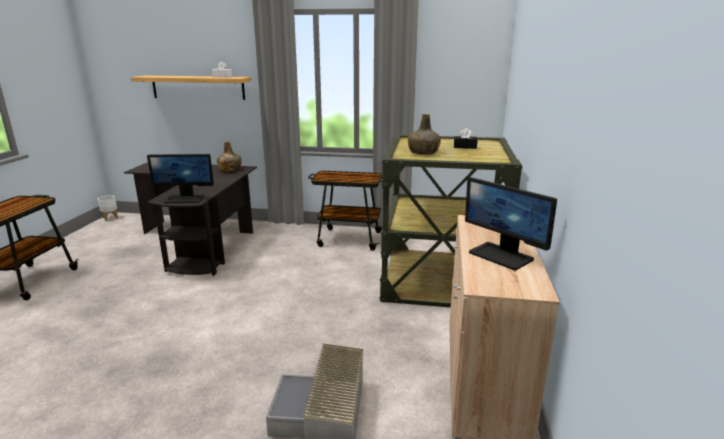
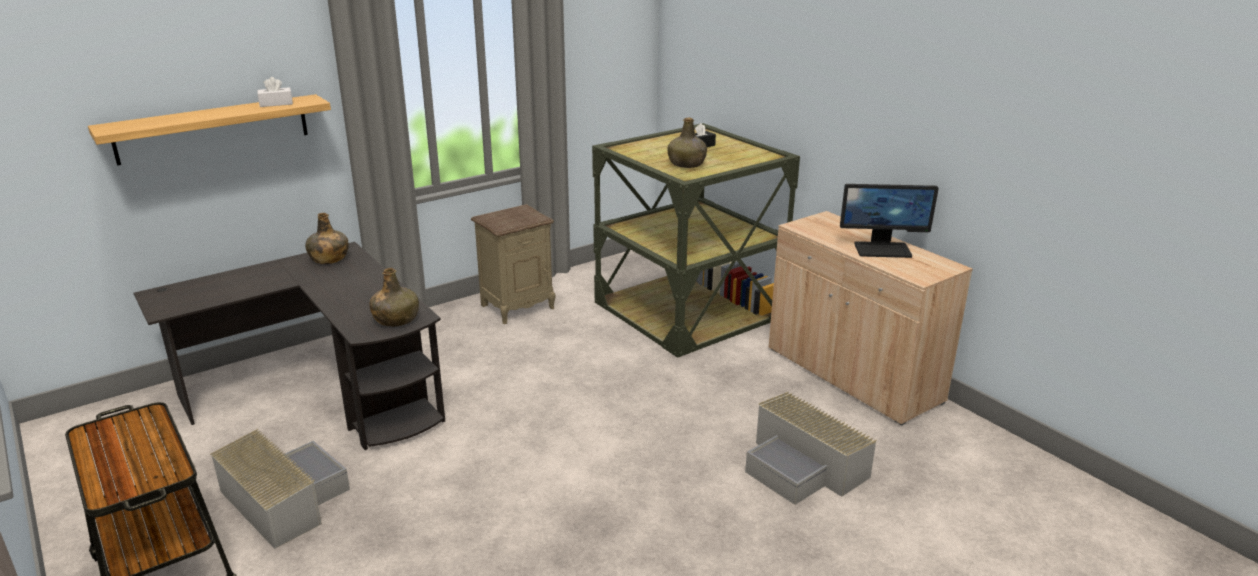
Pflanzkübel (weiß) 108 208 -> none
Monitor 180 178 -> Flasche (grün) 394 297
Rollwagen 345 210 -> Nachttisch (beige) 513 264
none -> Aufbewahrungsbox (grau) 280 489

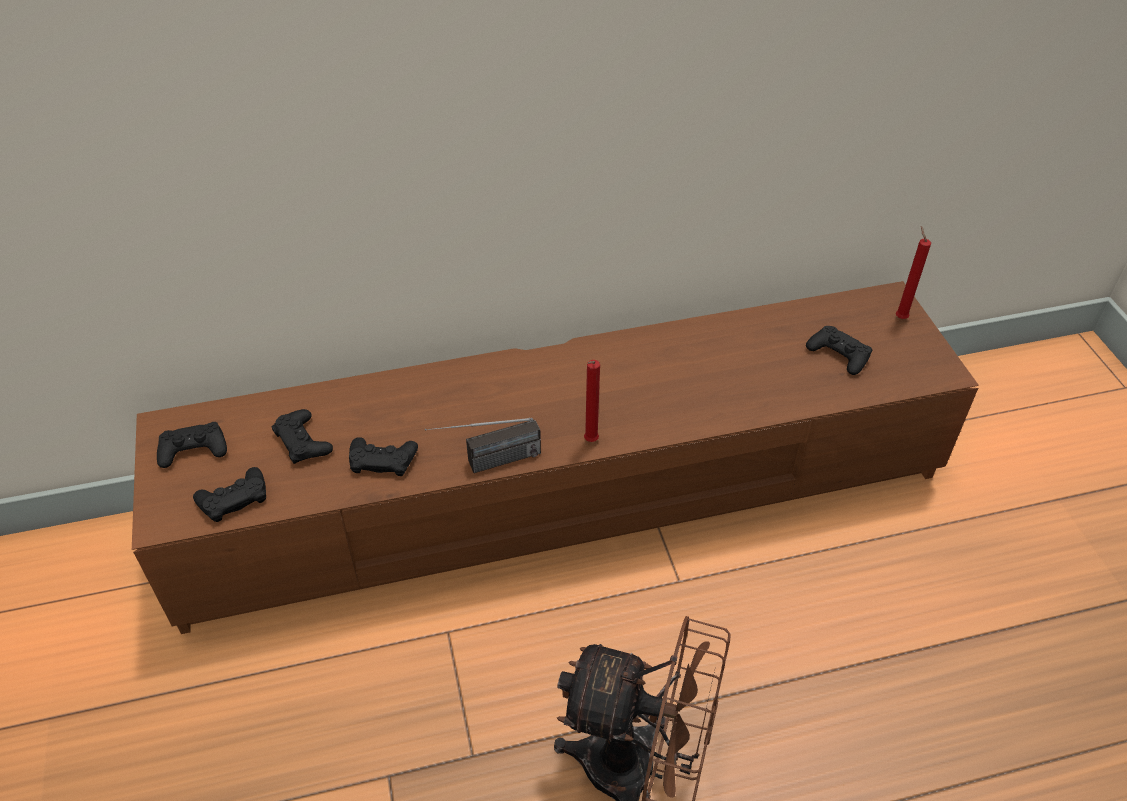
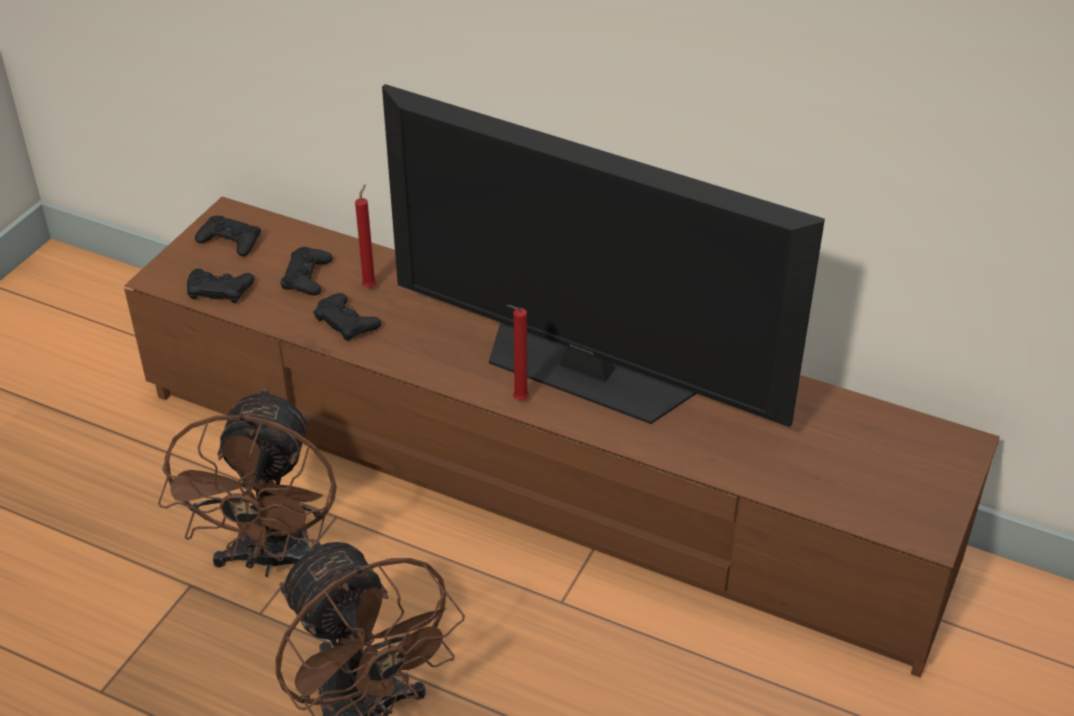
Radio 483 445 -> none
Gamepad (schwarz) 839 350 -> none
Kerze (rot) 913 272 -> Kerze (rot) 365 236, move
none -> Ventilator (braun) 247 482
none -> Fernseher 603 255

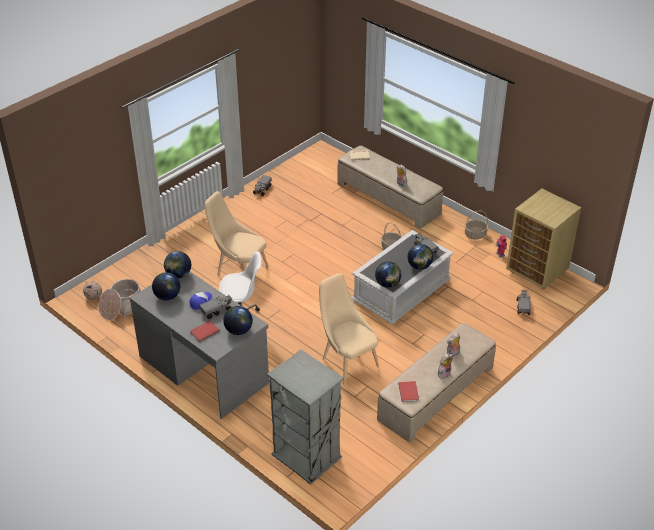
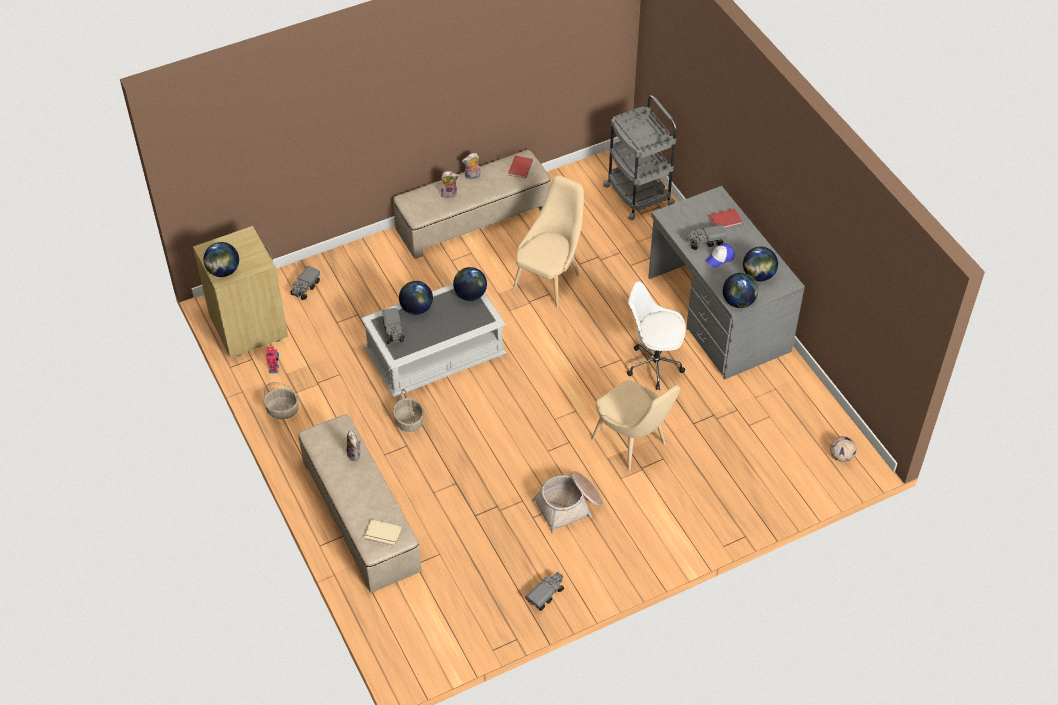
Korb 120 299 -> Korb 567 502, move
Globus 238 320 -> Globus 221 259, move
Bücherregal (grau) 305 416 -> Rollwagen (grau) 640 158
Stuhl (beige) 349 329 -> Stuhl (beige) 548 241, 135 degrees counterclockwise

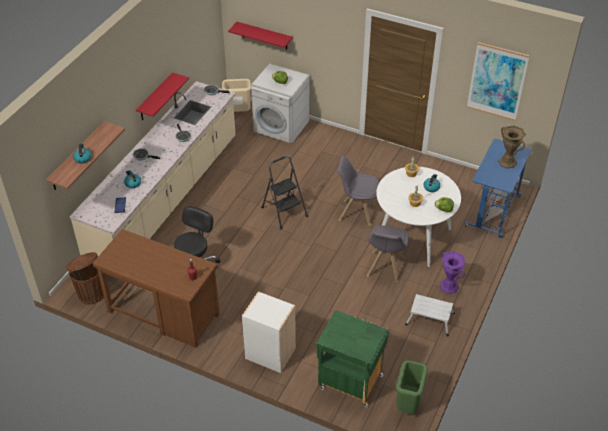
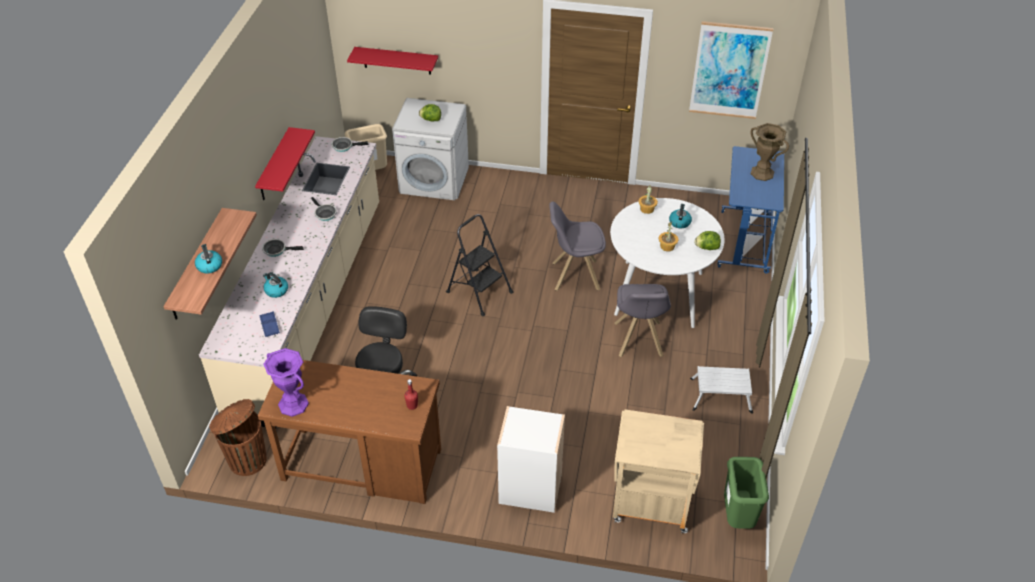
Rollwagen (grün) 352 358 -> Rollwagen (beige) 658 471
Vase (lila) 453 272 -> Vase (lila) 286 382, move

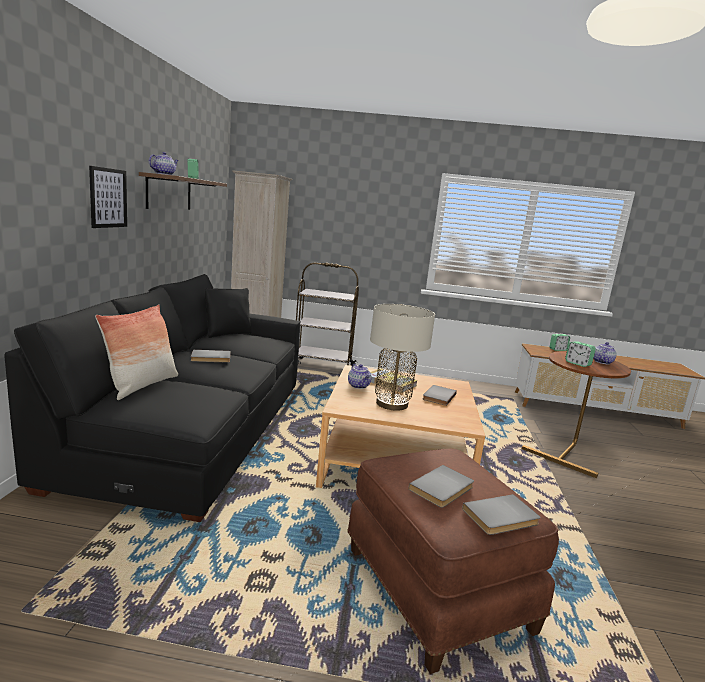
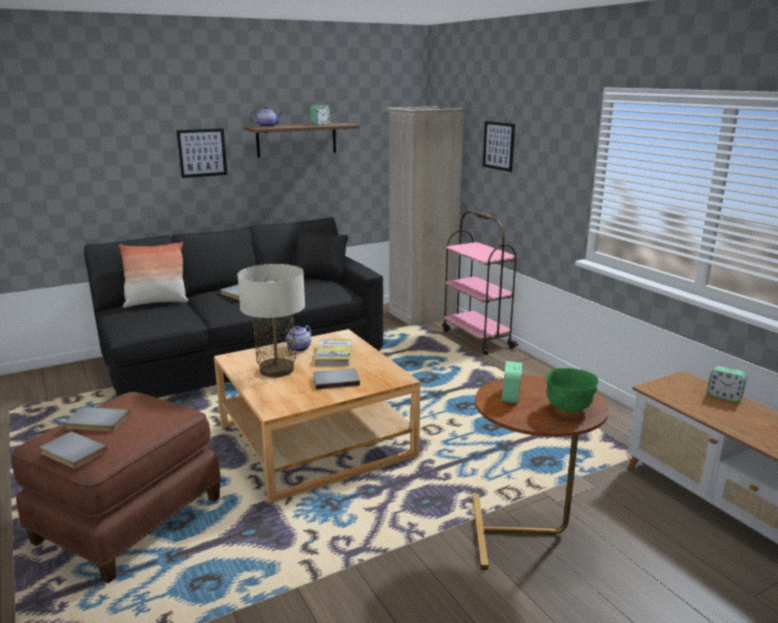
Rollwagen (grau) 327 314 -> Rollwagen (rosa) 481 283
Teekanne 605 353 -> Schüssel (grün) 572 390
none -> Bild 499 146

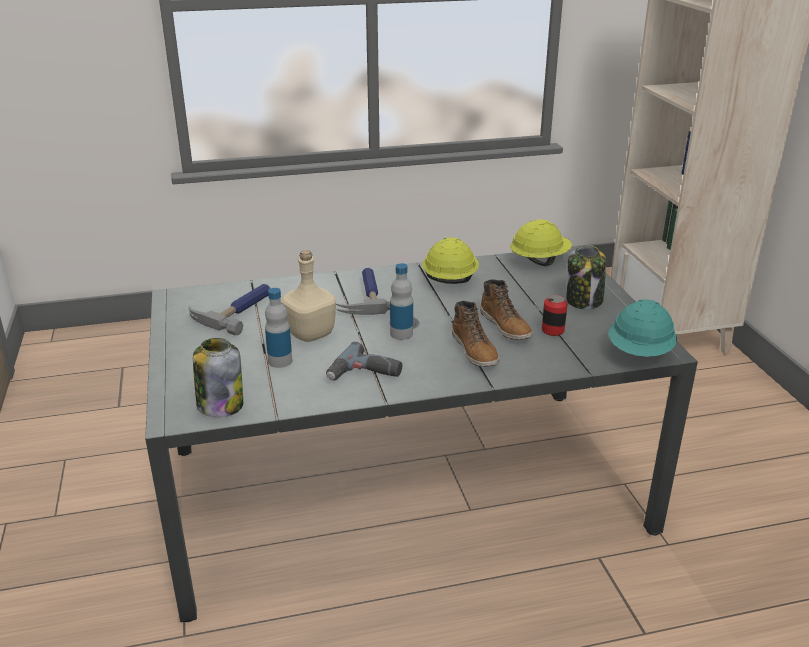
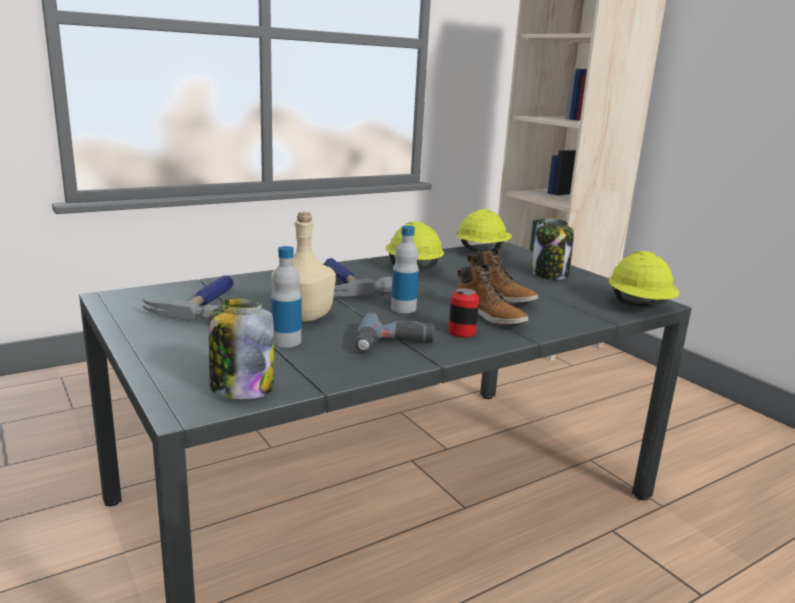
Dose 555 315 -> Dose 463 312, move
Schutzhelm (türkis) 643 328 -> Schutzhelm (gelb) 644 278

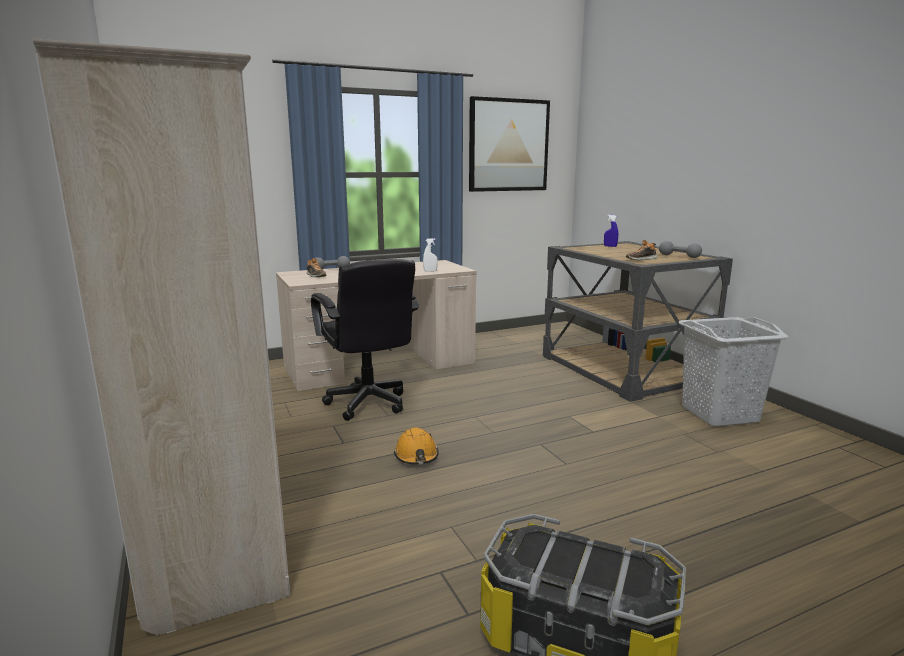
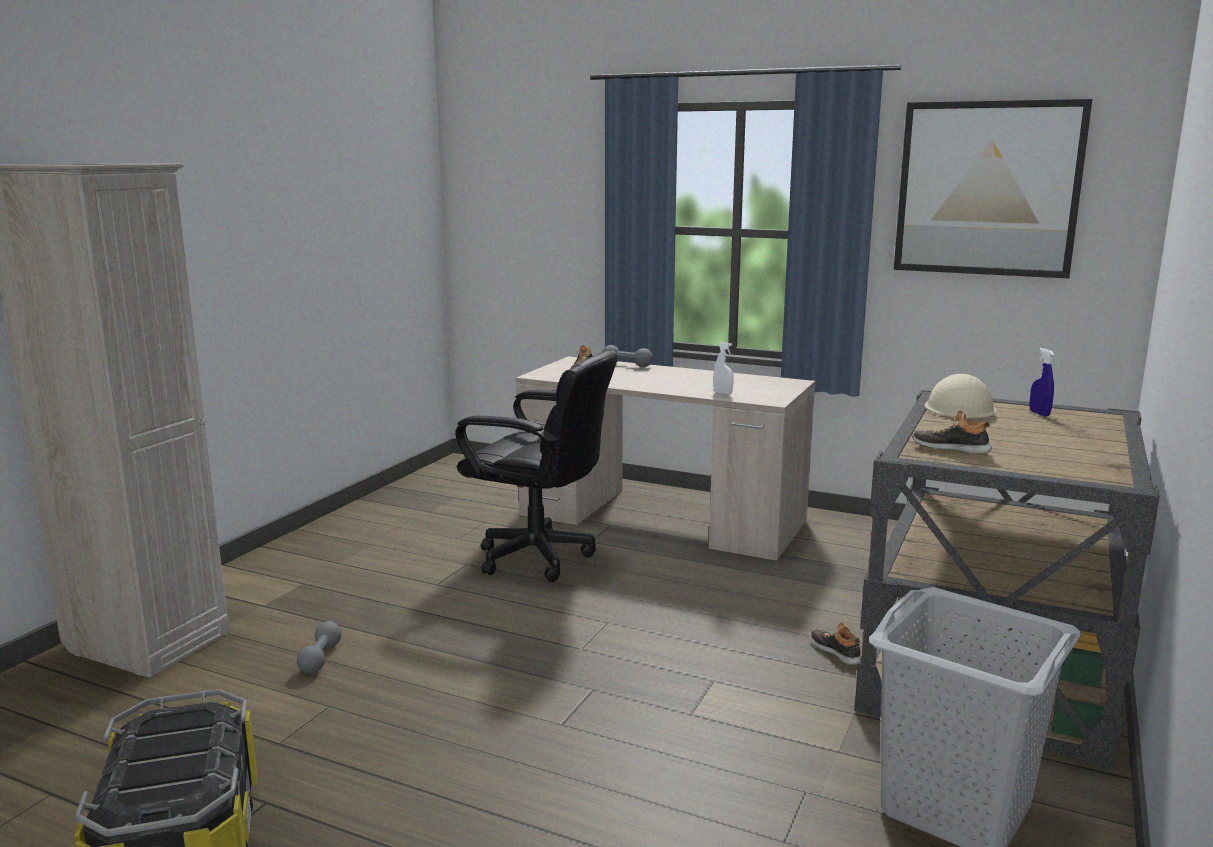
Bürostuhl (schwarz) 365 340 -> Bürostuhl (schwarz) 536 466, 90 degrees counterclockwise
Schutzhelm (orange) 416 446 -> none
Hantel (grau) 680 249 -> Hantel (grau) 319 647, move
none -> Schuh 835 644
none -> Schutzhelm (beige) 960 396

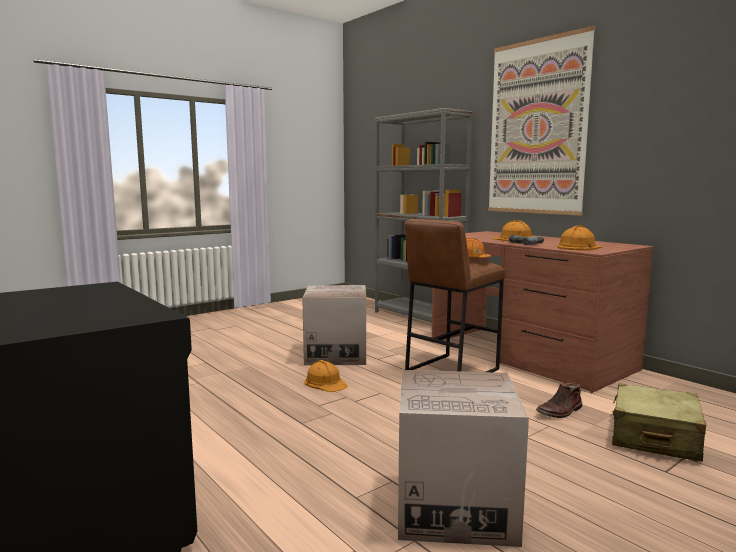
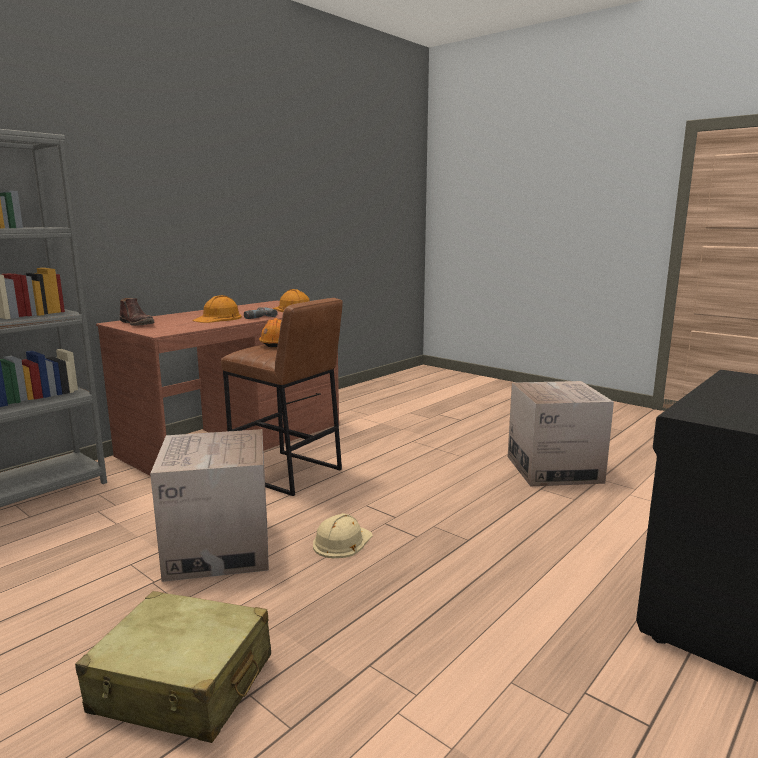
Schutzhelm (orange) 326 376 -> Schutzhelm (beige) 343 535
Bild 541 121 -> none
Stiefel (braun) 559 400 -> Stiefel (braun) 137 312, move
Koffer (beige) 659 422 -> Koffer (beige) 173 667, move

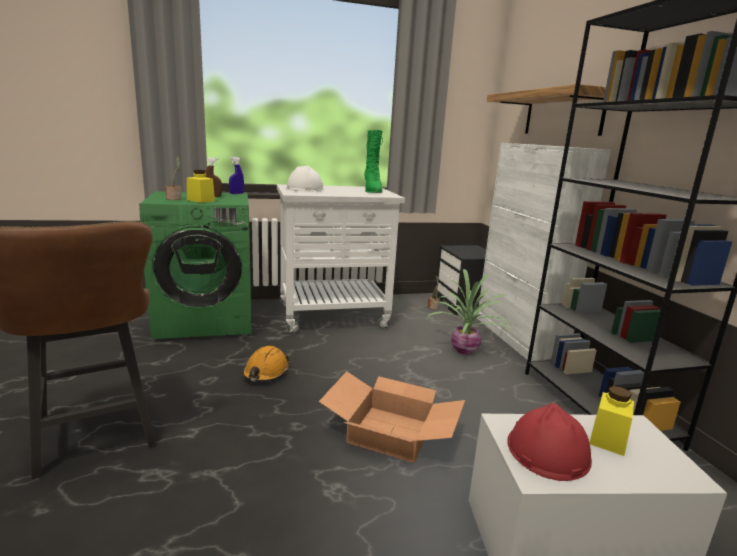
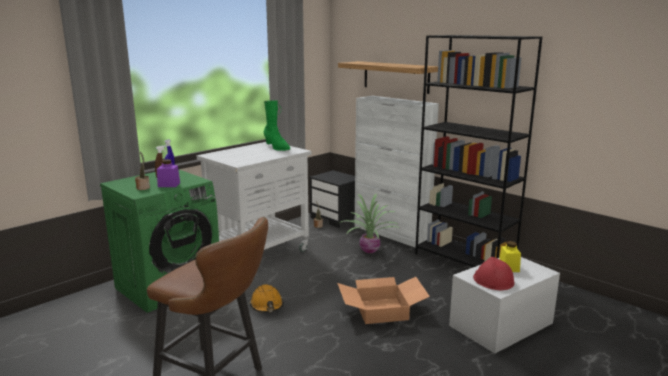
Vorratsglas (gelb) 201 186 -> Vorratsglas (lila) 168 173
Schutzhelm (weiß) 305 178 -> none

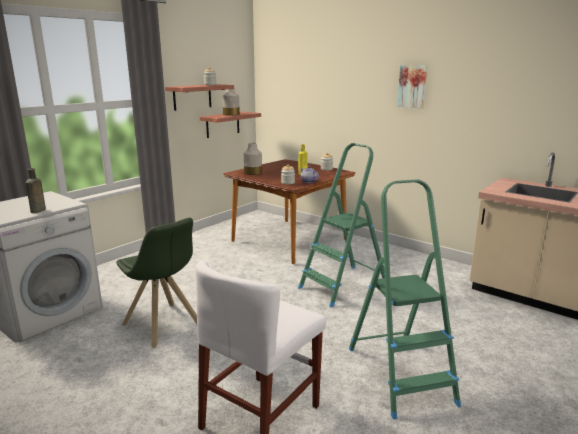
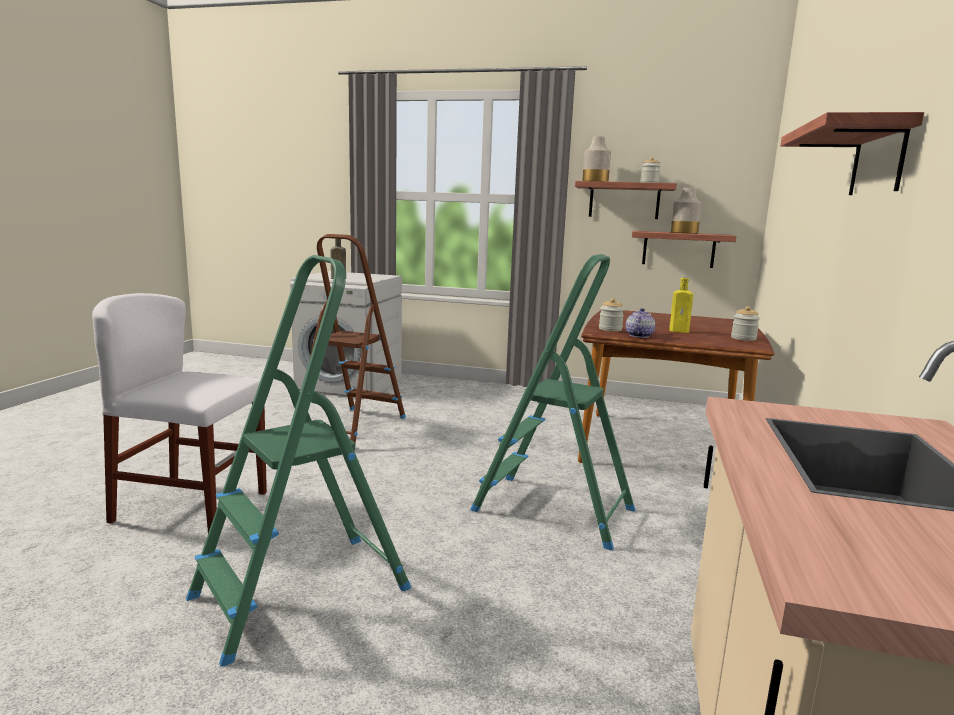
Stuhl (grün) 156 283 -> Trittleiter (braun) 357 339
Vase (beige) 253 159 -> Vase (beige) 596 159, move
Bild 412 86 -> Wandregal 852 153

